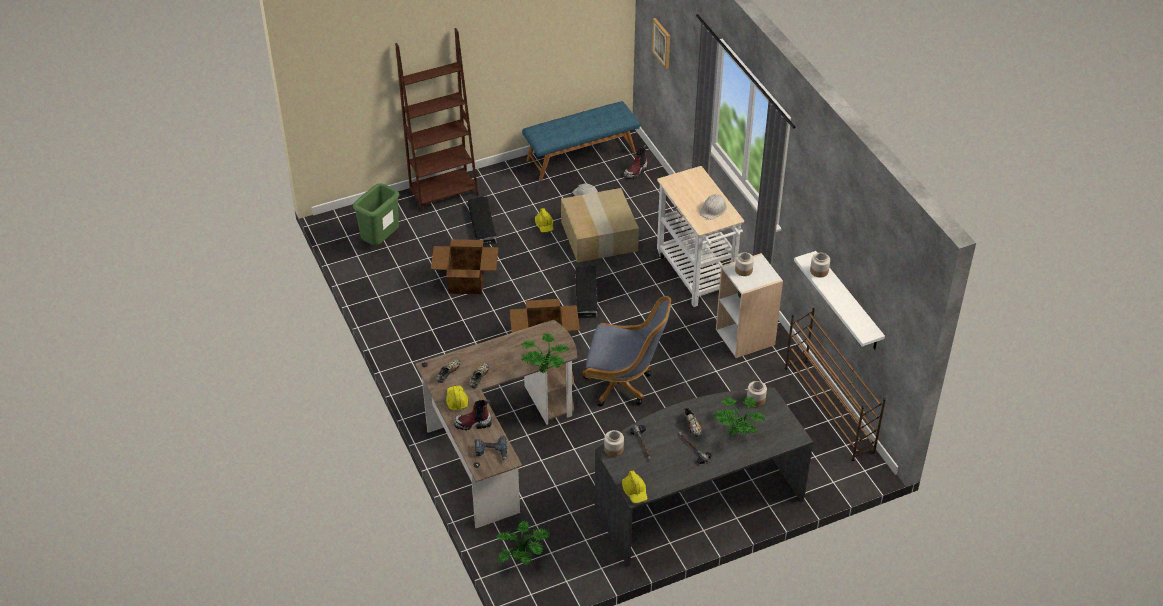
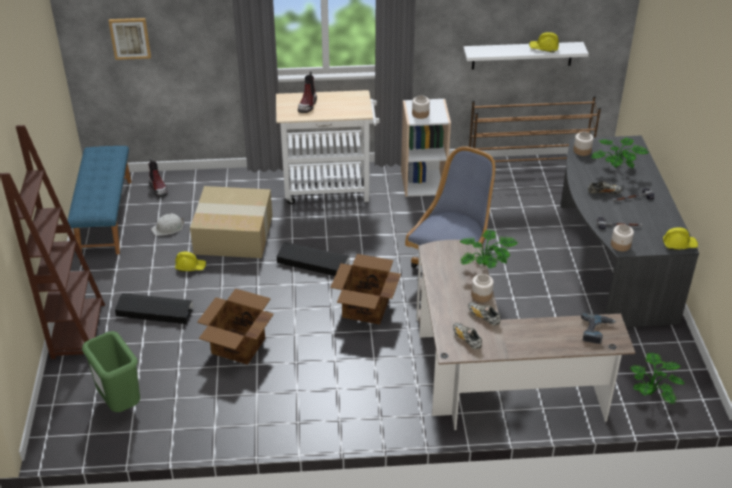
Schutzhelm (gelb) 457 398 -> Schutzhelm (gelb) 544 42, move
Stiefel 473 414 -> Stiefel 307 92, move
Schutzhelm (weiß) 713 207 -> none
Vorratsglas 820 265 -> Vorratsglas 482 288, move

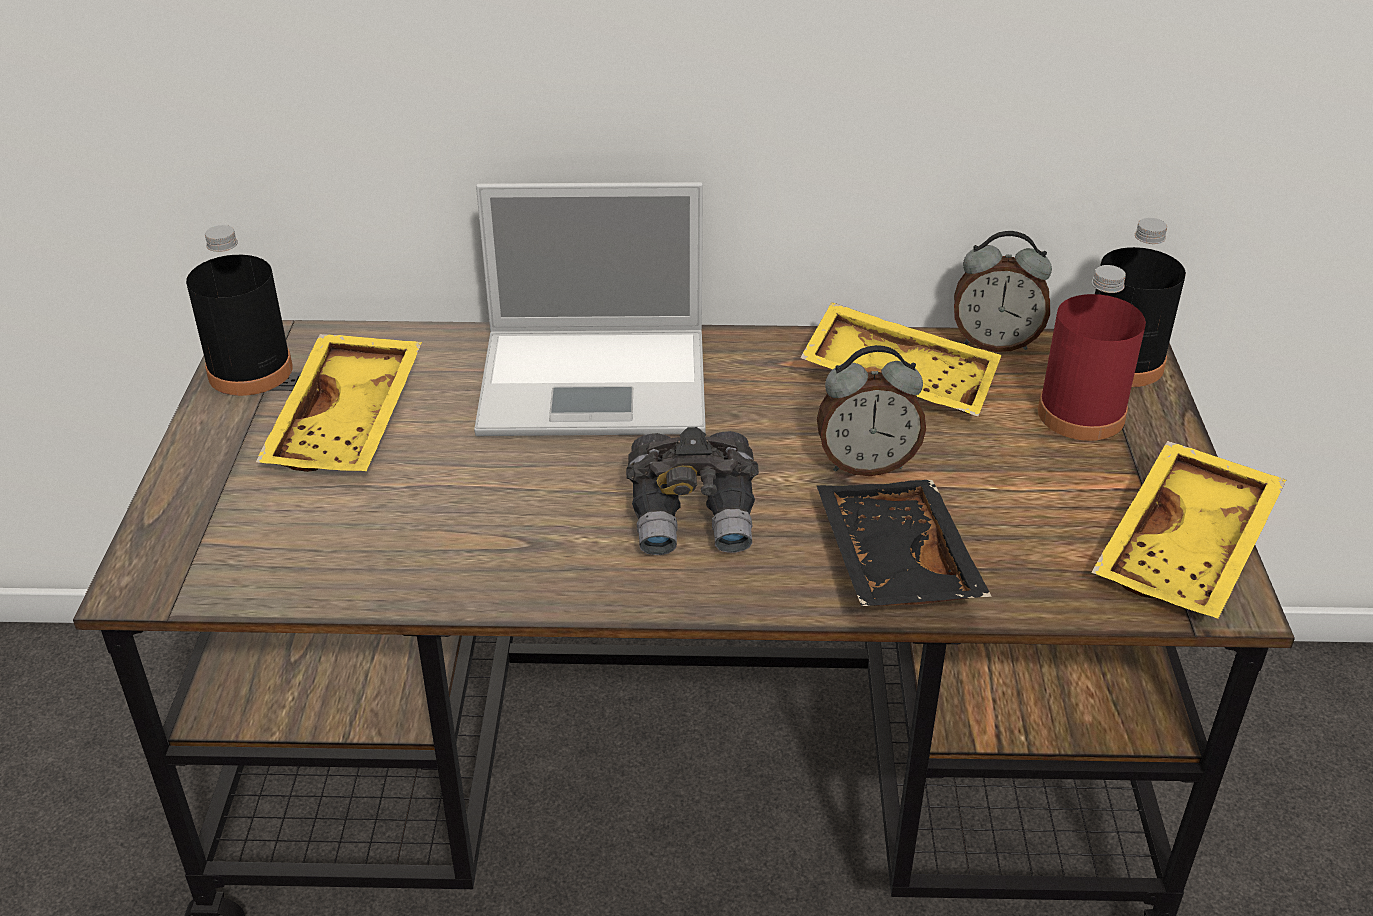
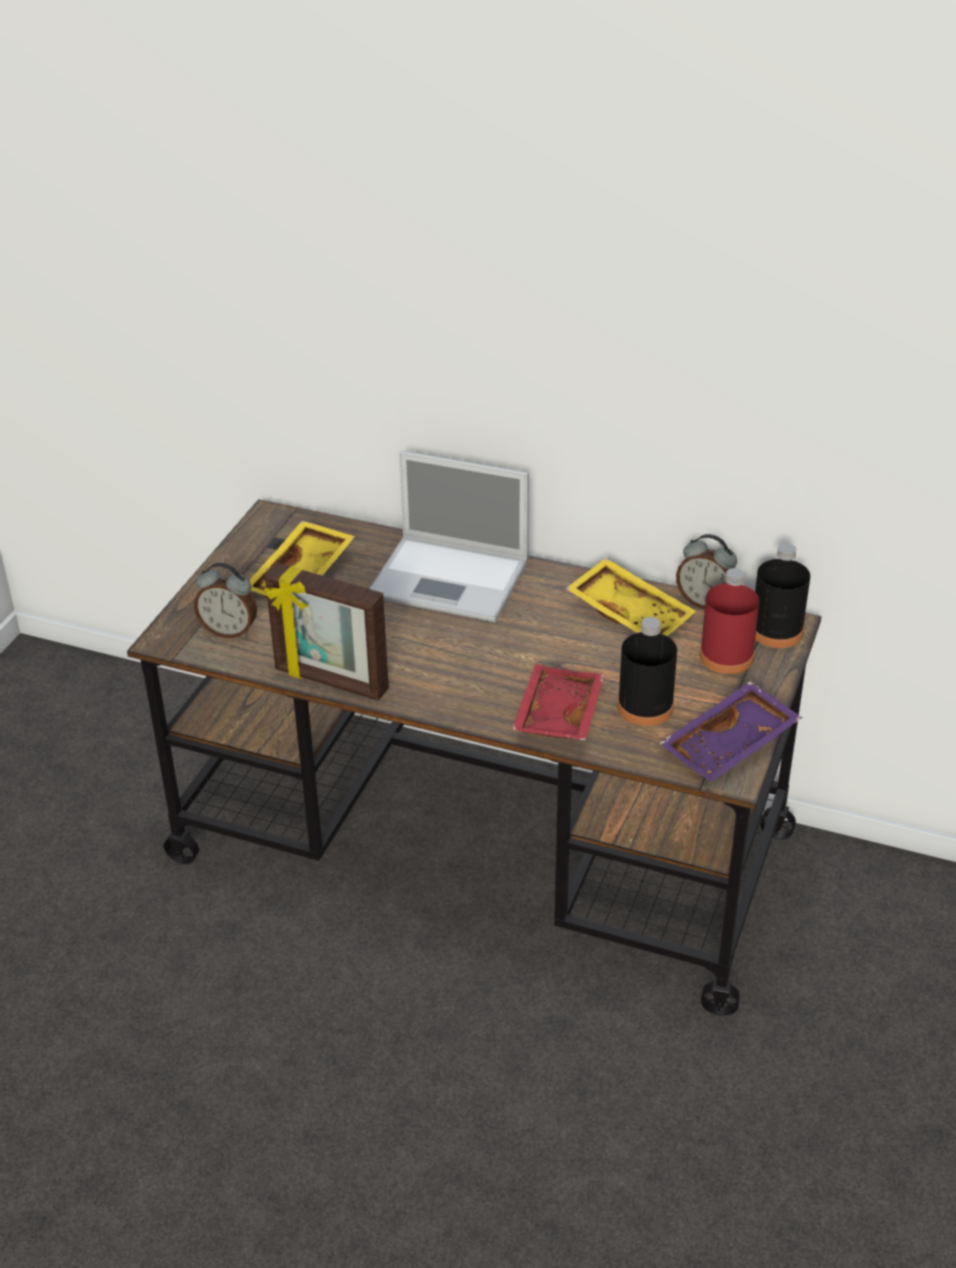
Flasche (schwarz) 239 310 -> Flasche (schwarz) 647 671, move
Fernglas (grau) 692 491 -> none
Wecker 871 410 -> Wecker 225 600, move
Tablett (schwarz) 904 543 -> Tablett (rot) 558 702
Tablett (gelb) 1188 530 -> Tablett (lila) 730 731
none -> Bilderrahmen 326 632

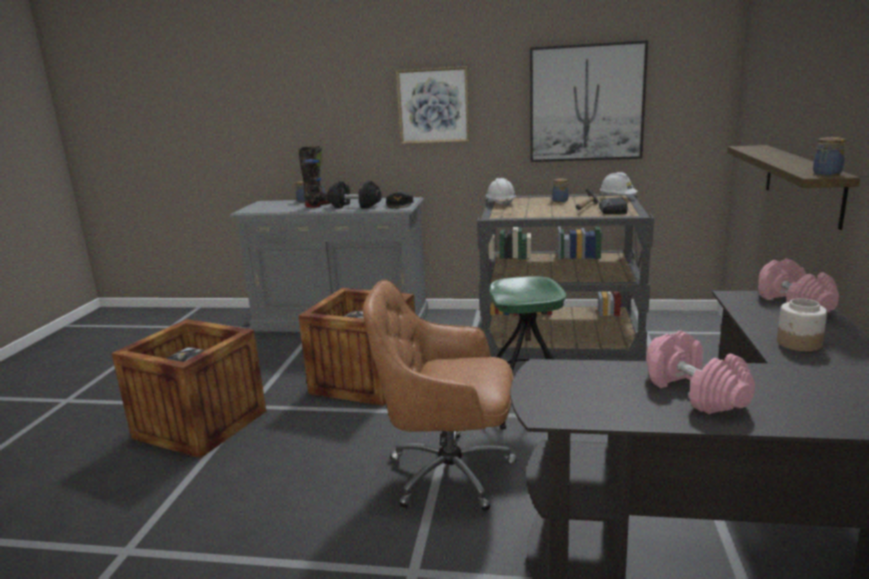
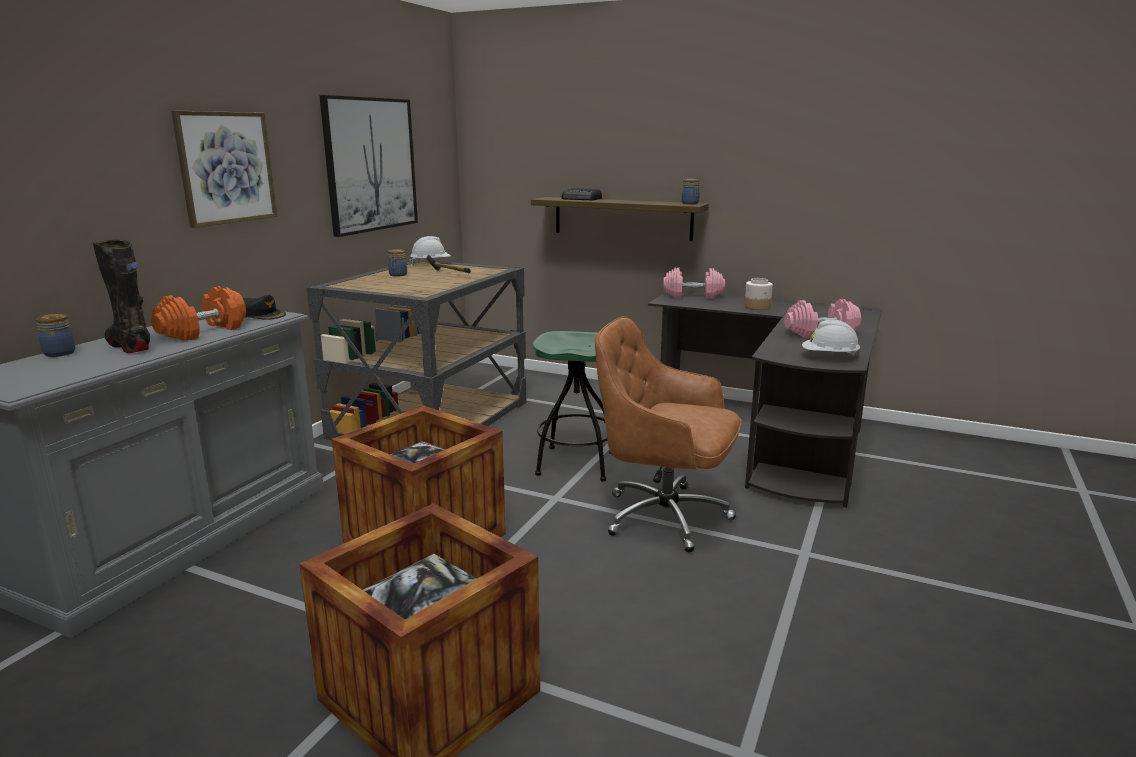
Hantel (schwarz) 354 195 -> Hantel (orange) 198 313
Bürostuhl (braun) 440 395 -> Bürostuhl (braun) 668 434, 90 degrees clockwise
Schutzhelm (weiß) 501 192 -> Schutzhelm (weiß) 831 338, move
Radio 613 205 -> Radio 581 194, move

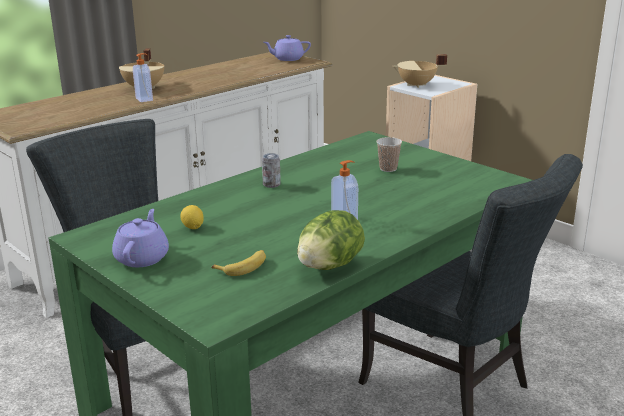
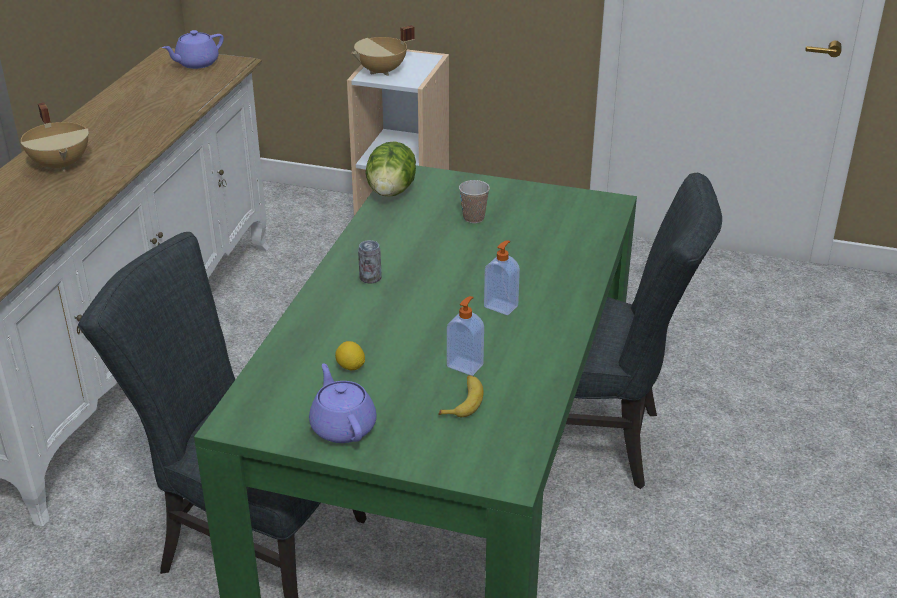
Seifenspender 143 77 -> Seifenspender 465 336, move
Salatkopf 331 240 -> Salatkopf 390 169, move

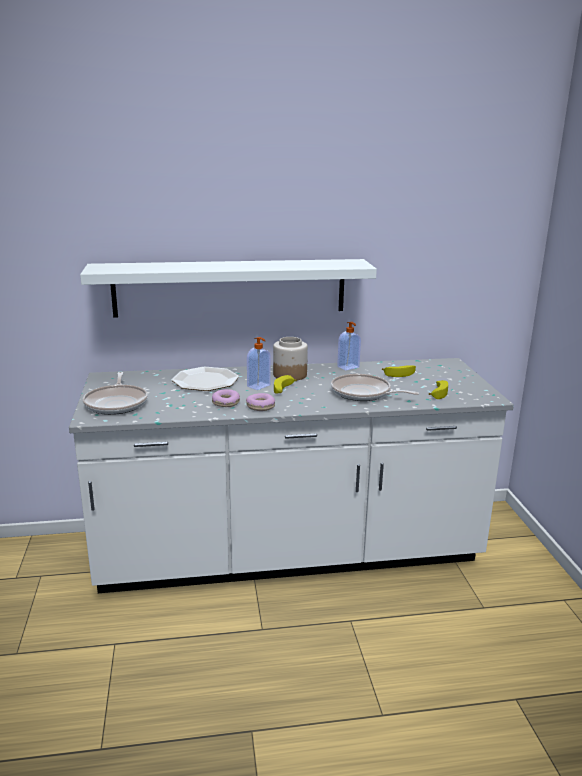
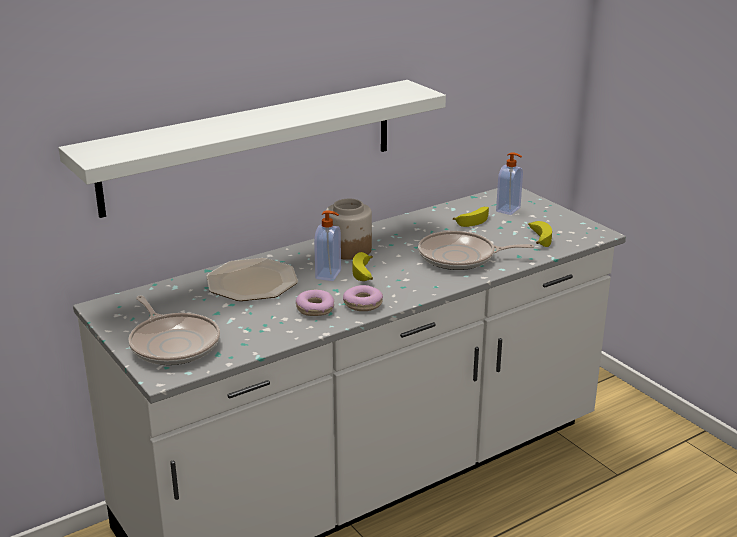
Seifenspender 349 346 -> Seifenspender 509 183, move

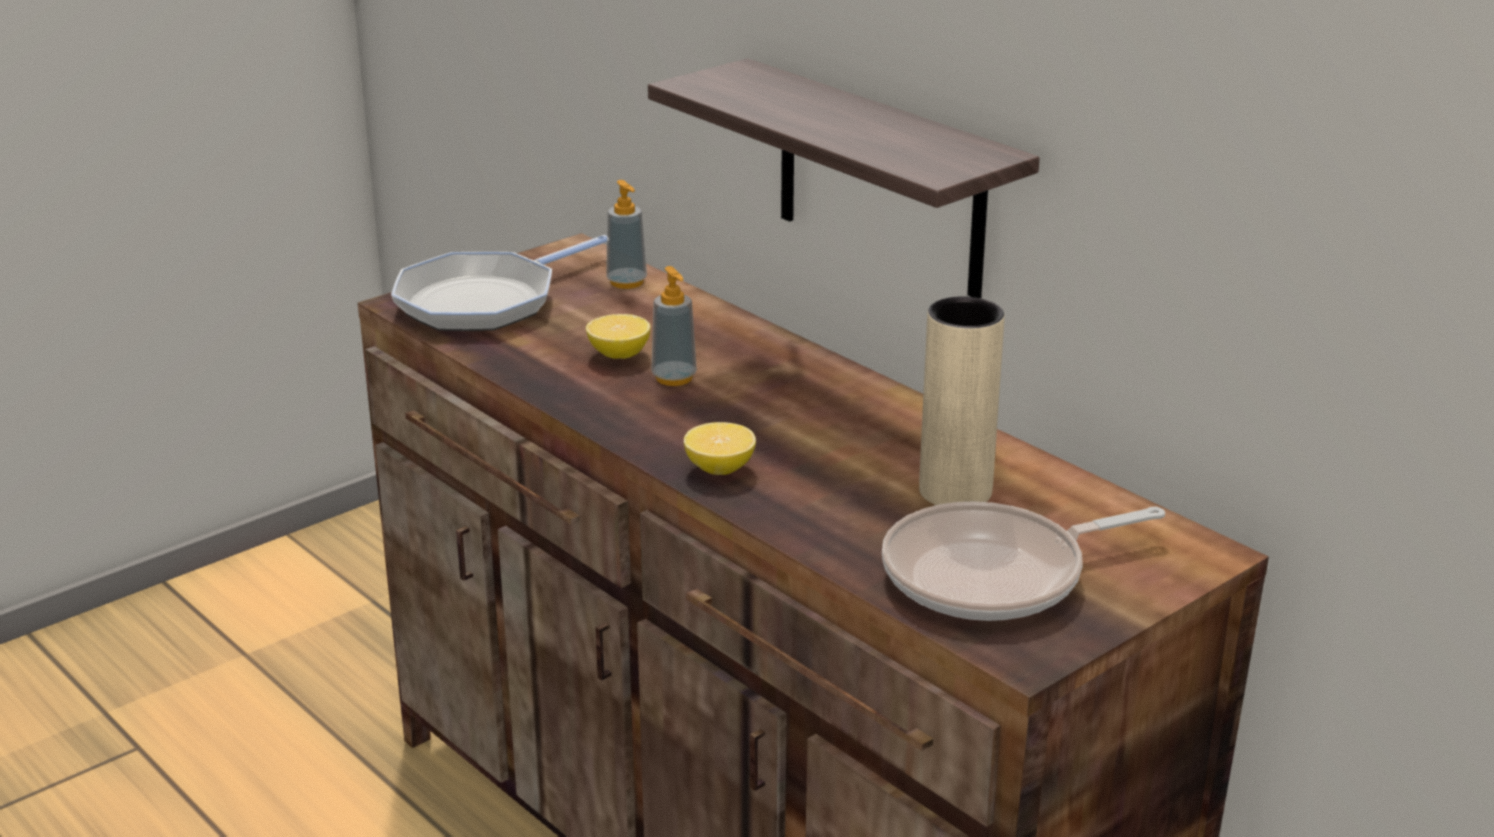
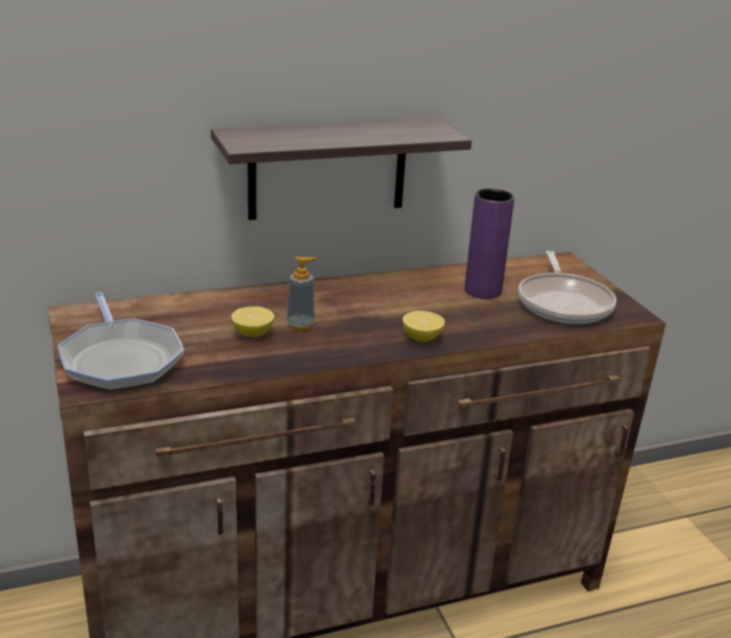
Seifenspender 626 234 -> none
Vase (beige) 962 400 -> Vase (lila) 490 243

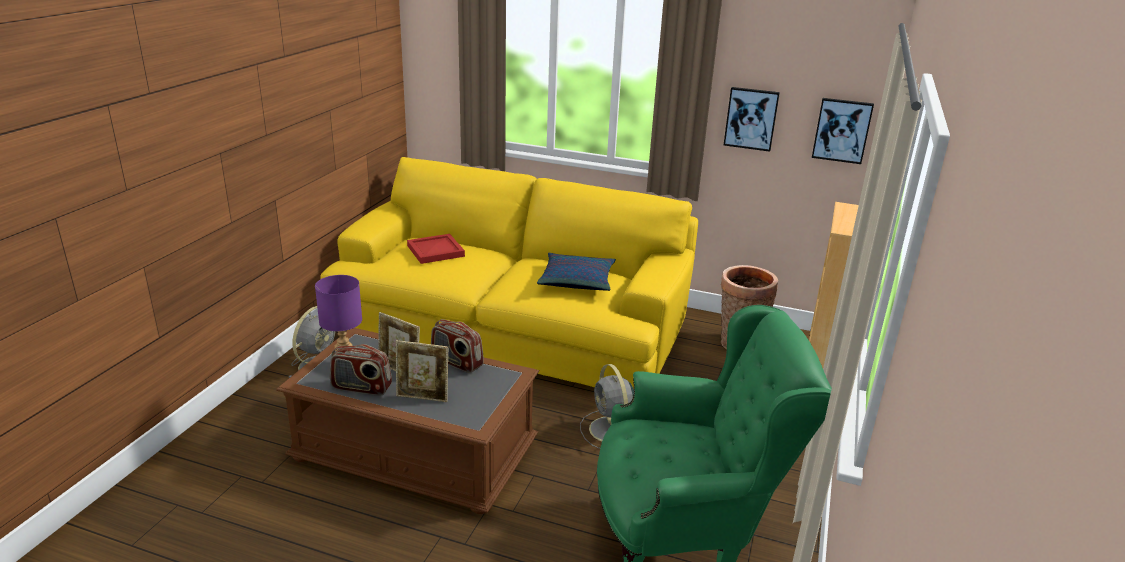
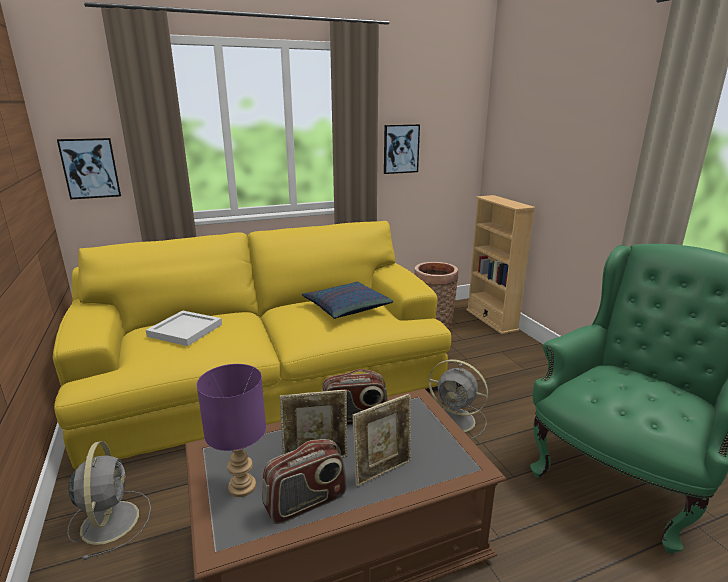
Tablett (rot) 436 249 -> Tablett (weiß) 184 328
Bild 843 131 -> Bild 89 169, move

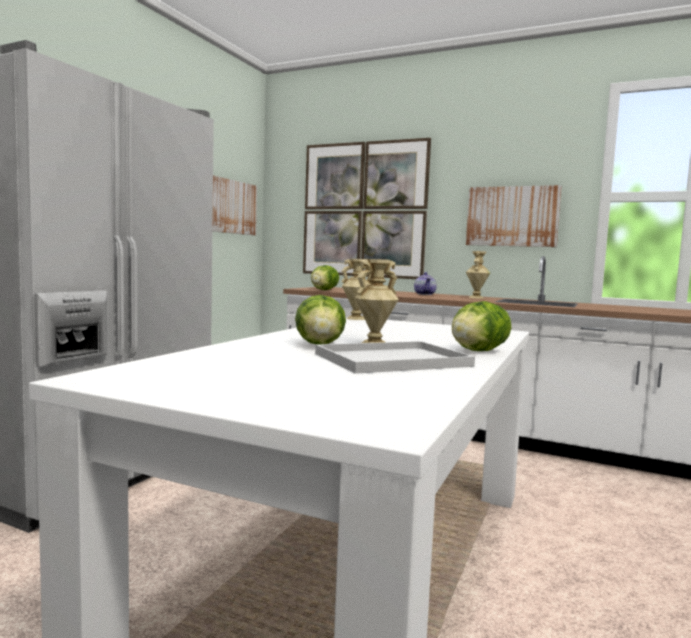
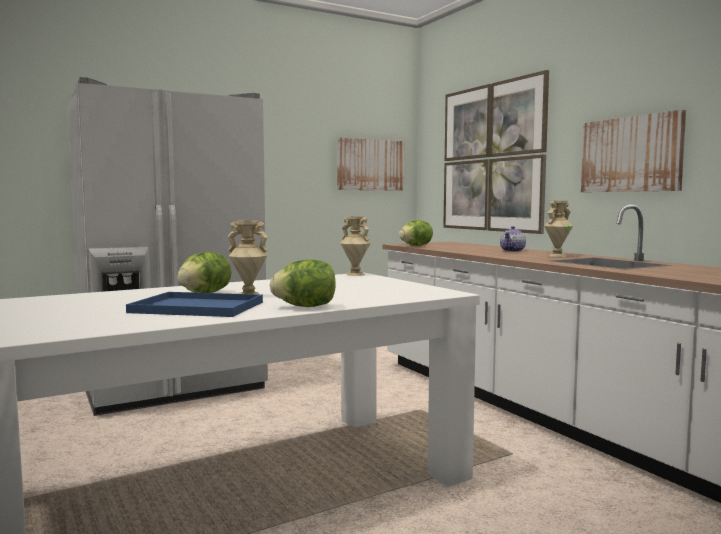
Tablett (weiß) 395 357 -> Tablett (blau) 194 304

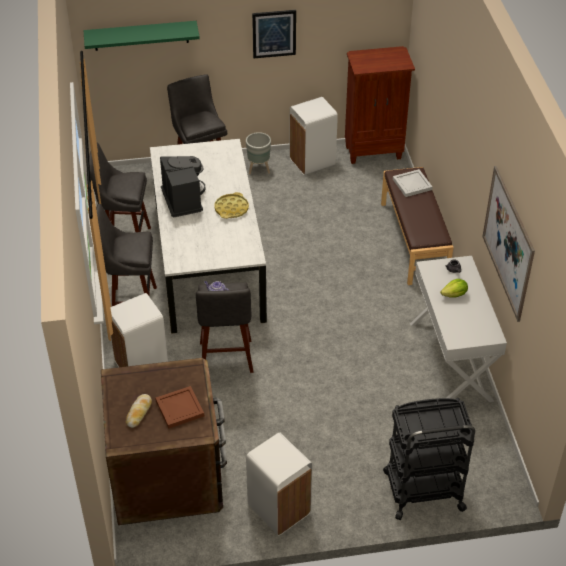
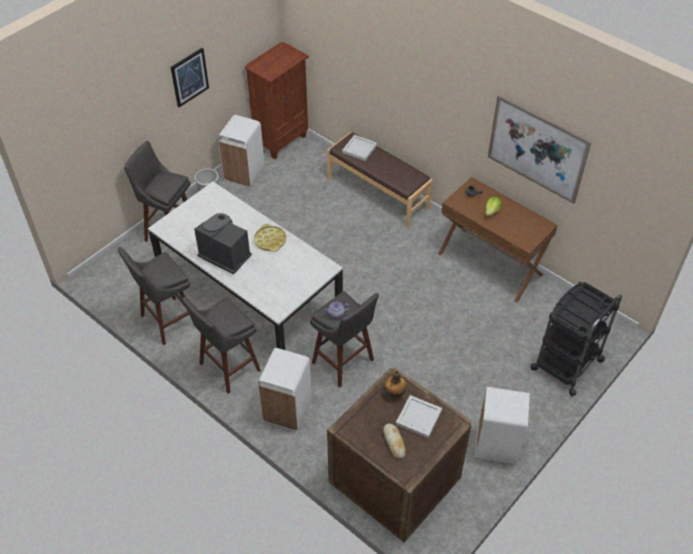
Wandregal (grün) 142 36 -> none
Tablett (braun) 179 407 -> Tablett (weiß) 419 416
Konsolentisch (weiß) 458 329 -> Konsolentisch (braun) 498 240
none -> Flasche 395 384

